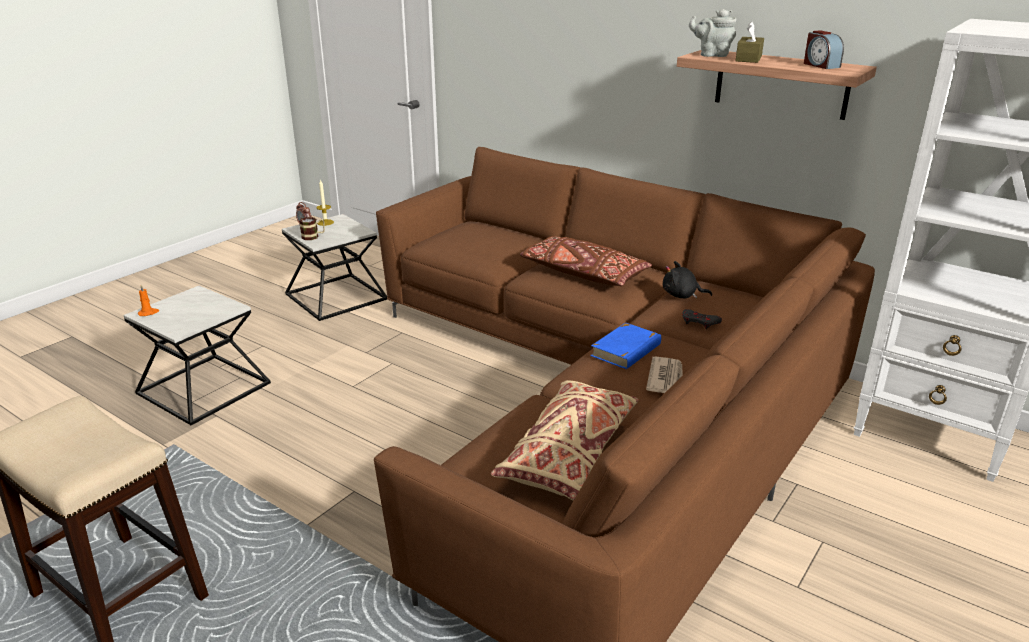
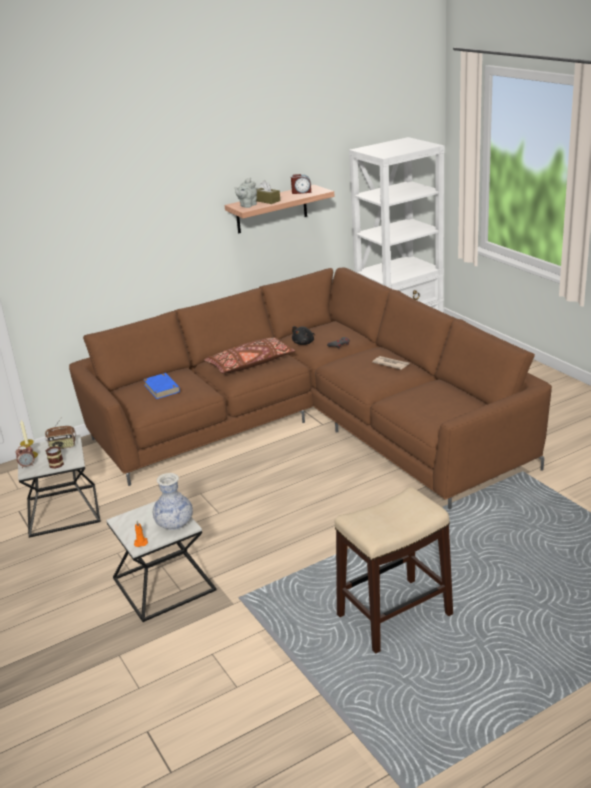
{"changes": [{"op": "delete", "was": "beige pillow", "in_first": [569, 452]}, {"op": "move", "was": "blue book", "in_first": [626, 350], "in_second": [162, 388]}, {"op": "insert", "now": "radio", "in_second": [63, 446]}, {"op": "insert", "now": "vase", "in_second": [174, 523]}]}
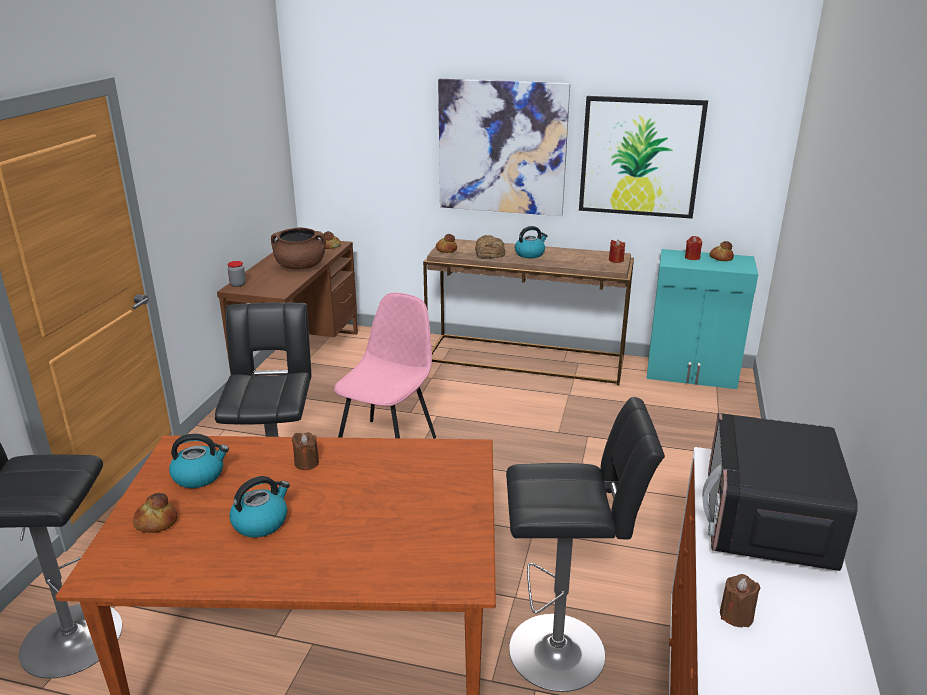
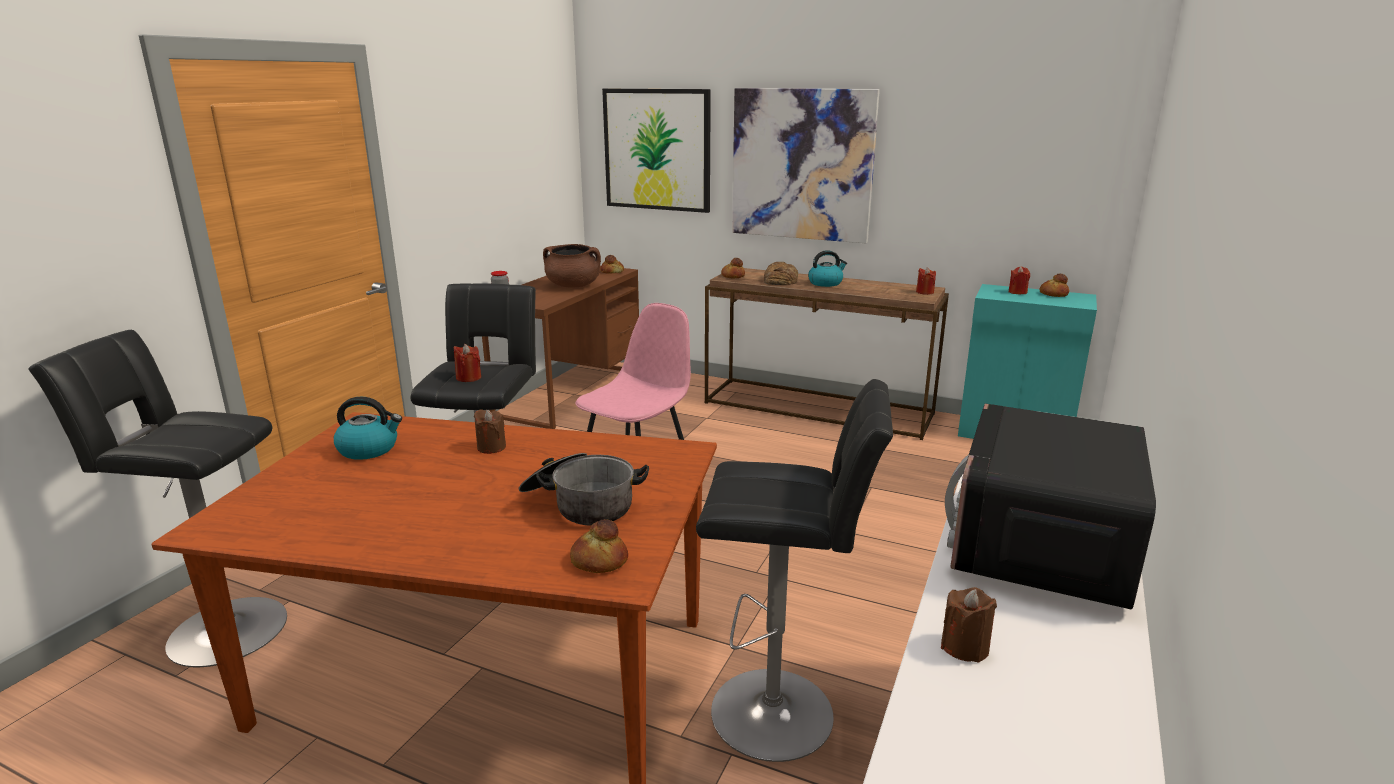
{"changes": [{"op": "move", "was": "bread", "in_first": [155, 522], "in_second": [598, 561]}, {"op": "delete", "was": "kettle", "in_first": [261, 522]}, {"op": "move", "was": "picture", "in_first": [640, 157], "in_second": [657, 150]}, {"op": "insert", "now": "red candle", "in_second": [468, 378]}, {"op": "insert", "now": "cooking pot", "in_second": [580, 505]}]}
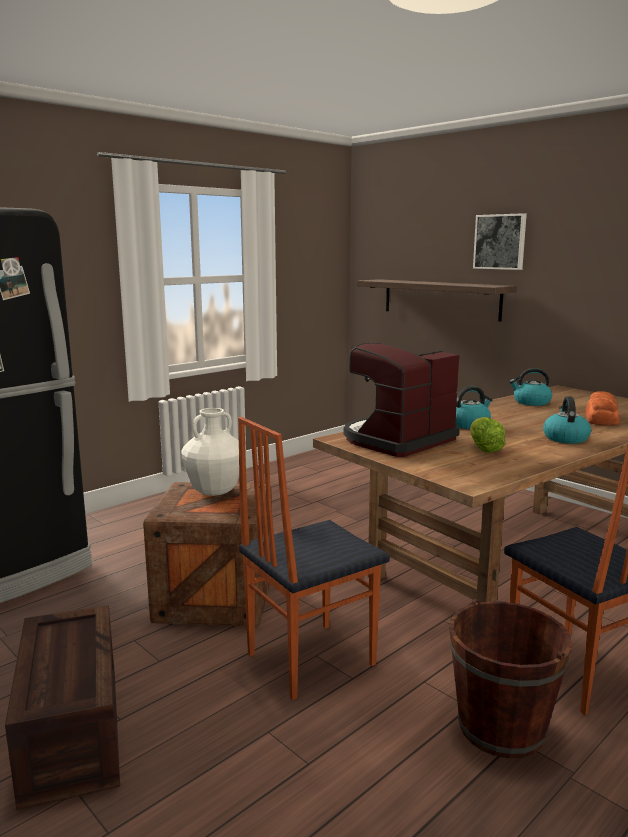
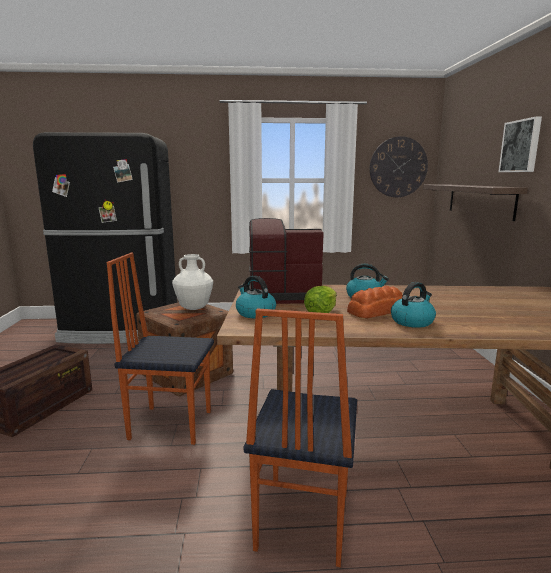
{"changes": [{"op": "delete", "was": "brown bucket", "in_first": [501, 728]}, {"op": "move", "was": "kettle", "in_first": [531, 402], "in_second": [255, 313]}, {"op": "move", "was": "bread", "in_first": [601, 418], "in_second": [377, 311]}, {"op": "insert", "now": "wall clock", "in_second": [398, 167]}]}
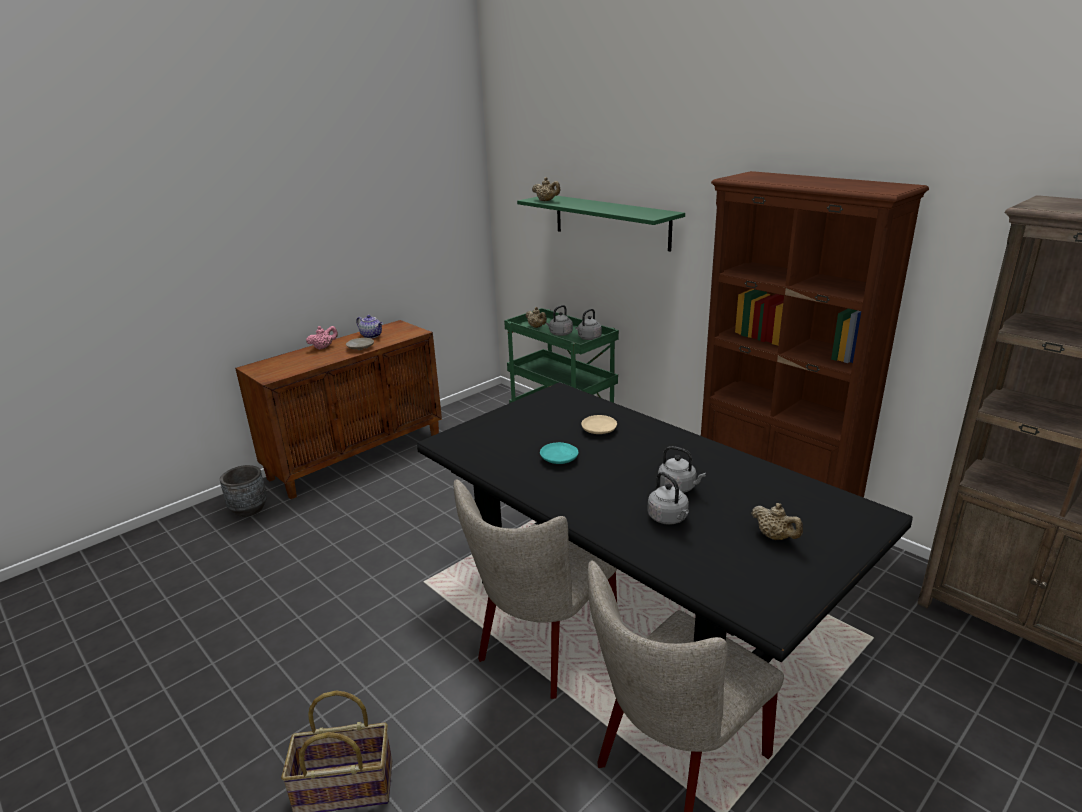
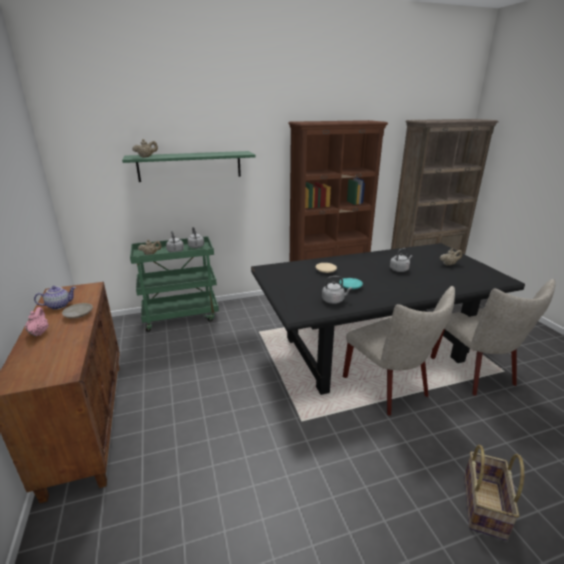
{"changes": [{"op": "delete", "was": "grey planter", "in_first": [249, 509]}, {"op": "move", "was": "grey kettle", "in_first": [669, 518], "in_second": [334, 300]}]}
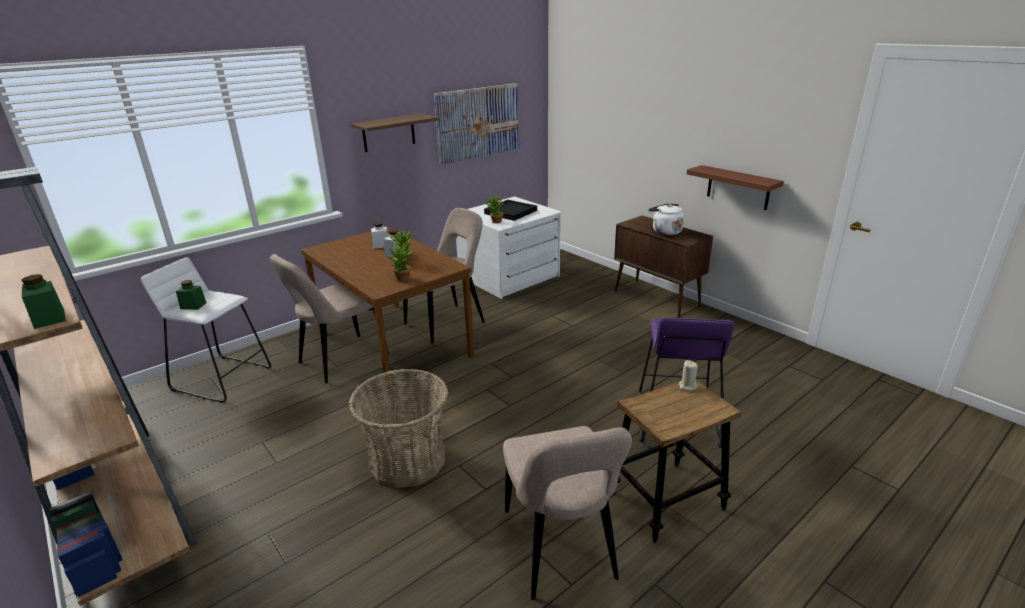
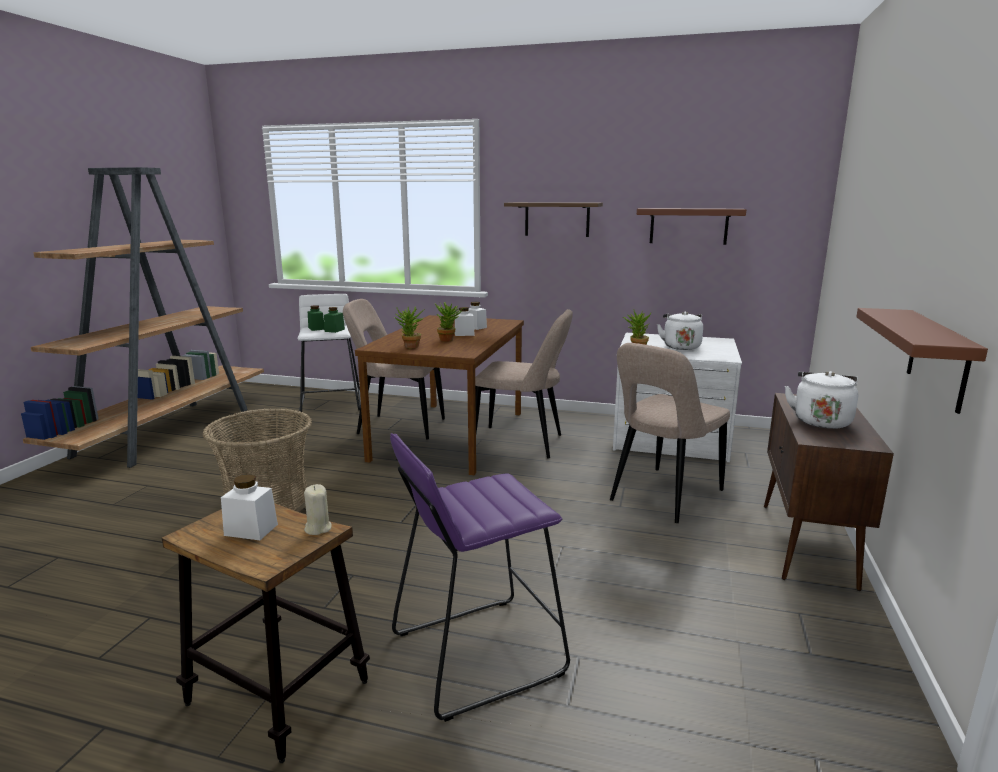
{"changes": [{"op": "move", "was": "green jar", "in_first": [49, 318], "in_second": [334, 330]}, {"op": "replace", "was": "picture", "now": "brown shelf", "in_first": [478, 122], "in_second": [688, 226]}, {"op": "replace", "was": "black tray", "now": "white kettle", "in_first": [510, 212], "in_second": [680, 346]}, {"op": "move", "was": "beige chair", "in_first": [560, 549], "in_second": [663, 497]}, {"op": "insert", "now": "white jar", "in_second": [251, 530]}]}
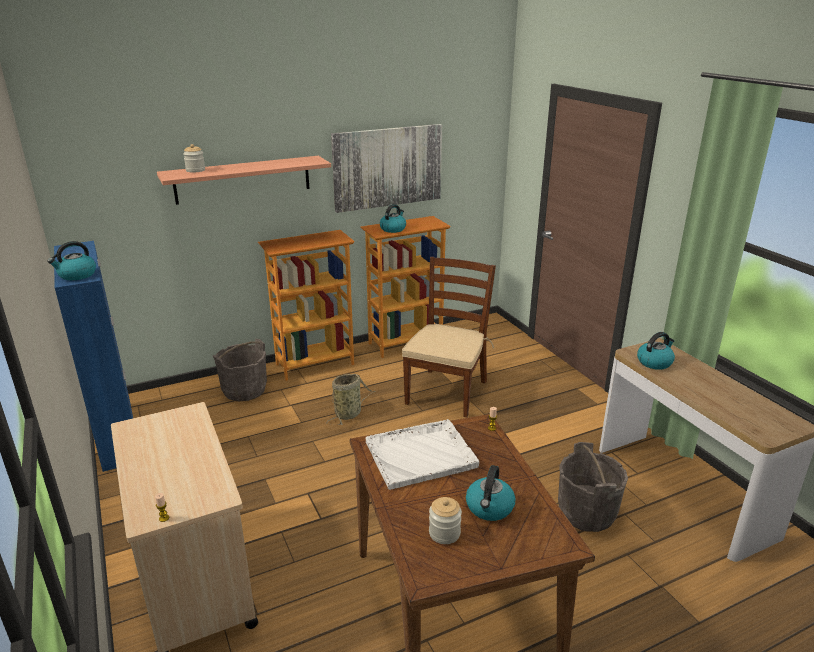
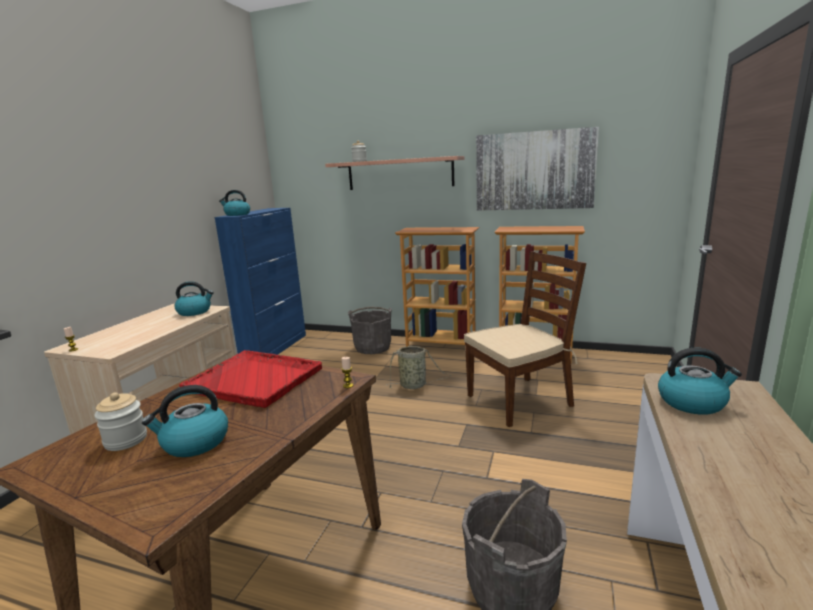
{"changes": [{"op": "recolor", "was": "white tray", "now": "red tray", "in_first": [422, 455], "in_second": [255, 380]}, {"op": "move", "was": "kettle", "in_first": [393, 229], "in_second": [195, 312]}]}
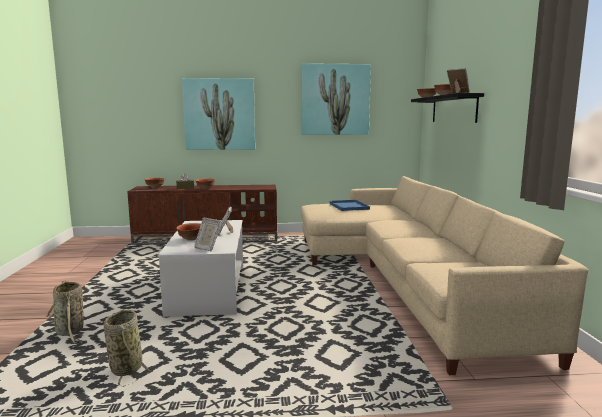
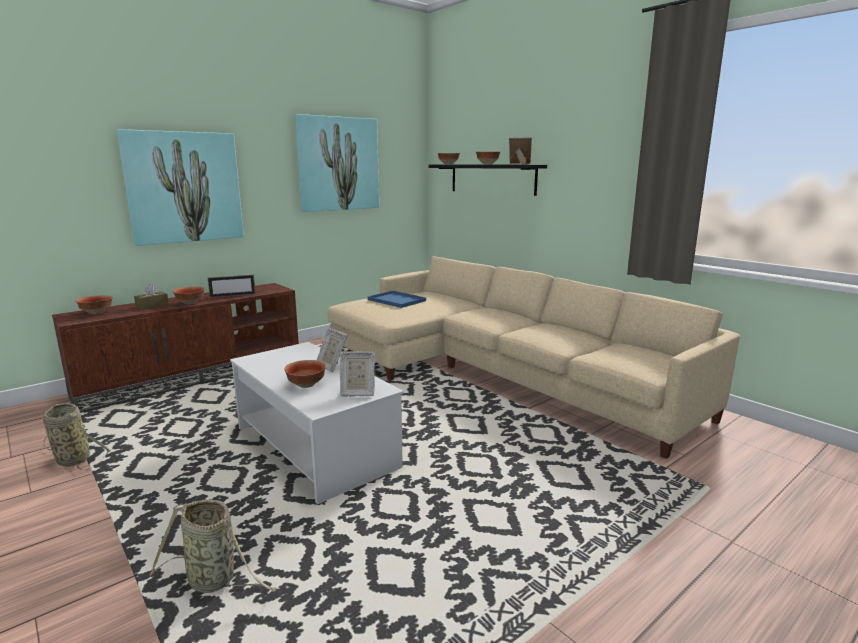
{"changes": [{"op": "move", "was": "basket", "in_first": [126, 367], "in_second": [72, 459]}, {"op": "insert", "now": "picture frame", "in_second": [233, 295]}]}
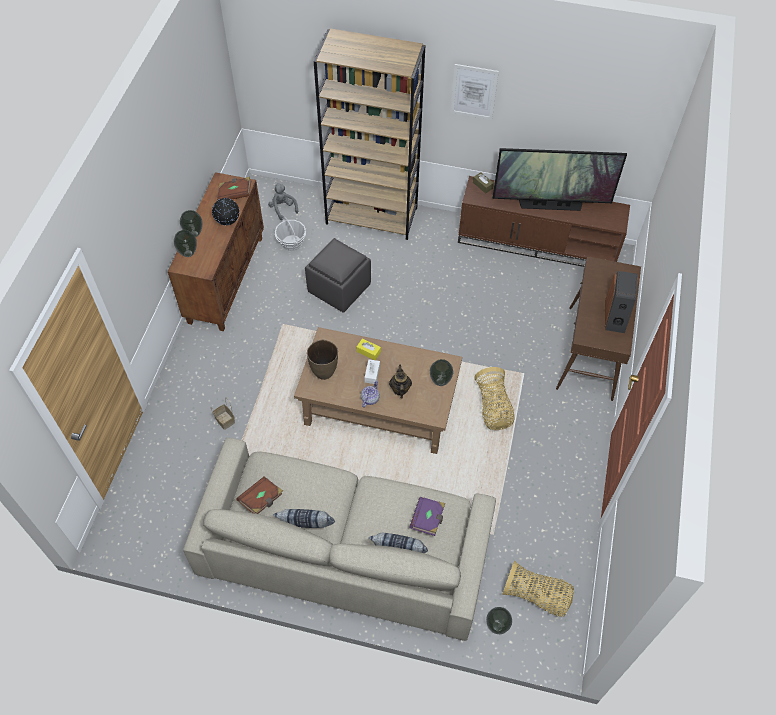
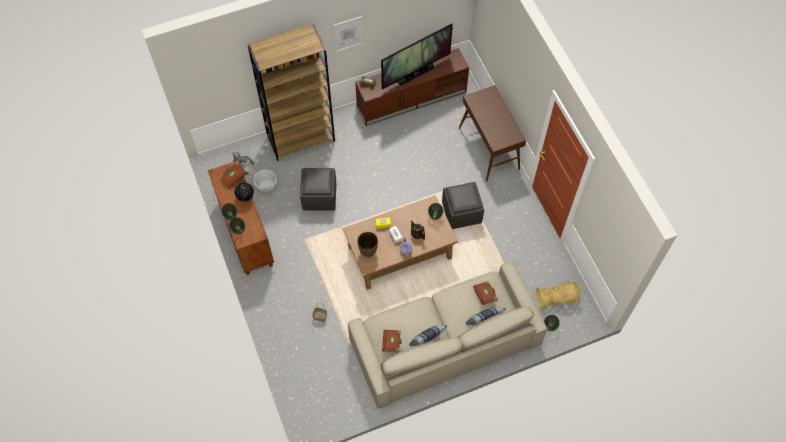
{"changes": [{"op": "recolor", "was": "purple book", "now": "brown book", "in_first": [428, 519], "in_second": [485, 295]}, {"op": "replace", "was": "basket", "now": "grey ottoman", "in_first": [493, 407], "in_second": [461, 213]}, {"op": "delete", "was": "speaker", "in_first": [616, 316]}]}
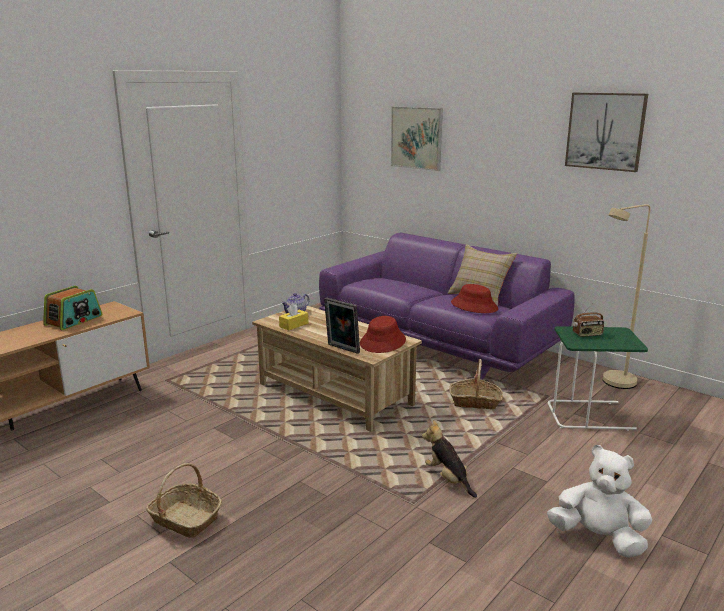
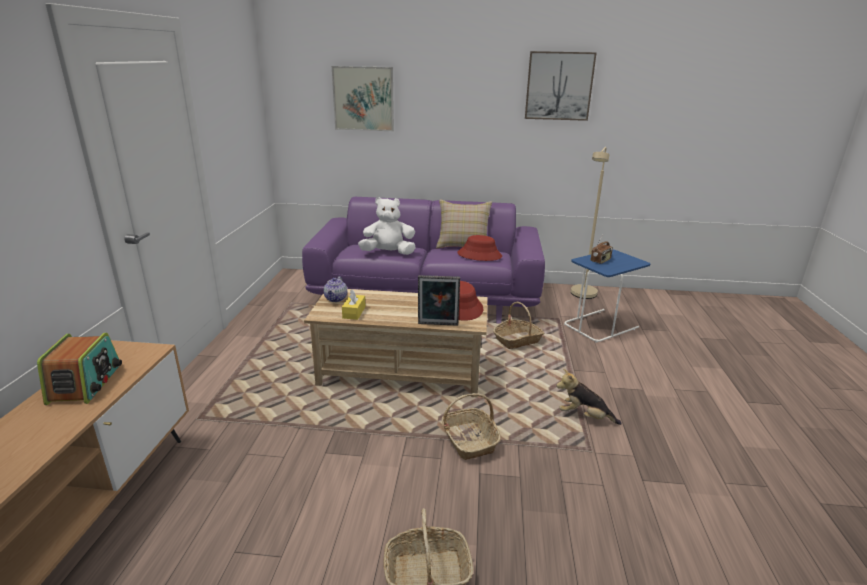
{"changes": [{"op": "move", "was": "white plush toy", "in_first": [598, 538], "in_second": [388, 253]}, {"op": "recolor", "was": "green side table", "now": "blue side table", "in_first": [590, 415], "in_second": [600, 325]}, {"op": "insert", "now": "basket", "in_second": [469, 440]}]}
